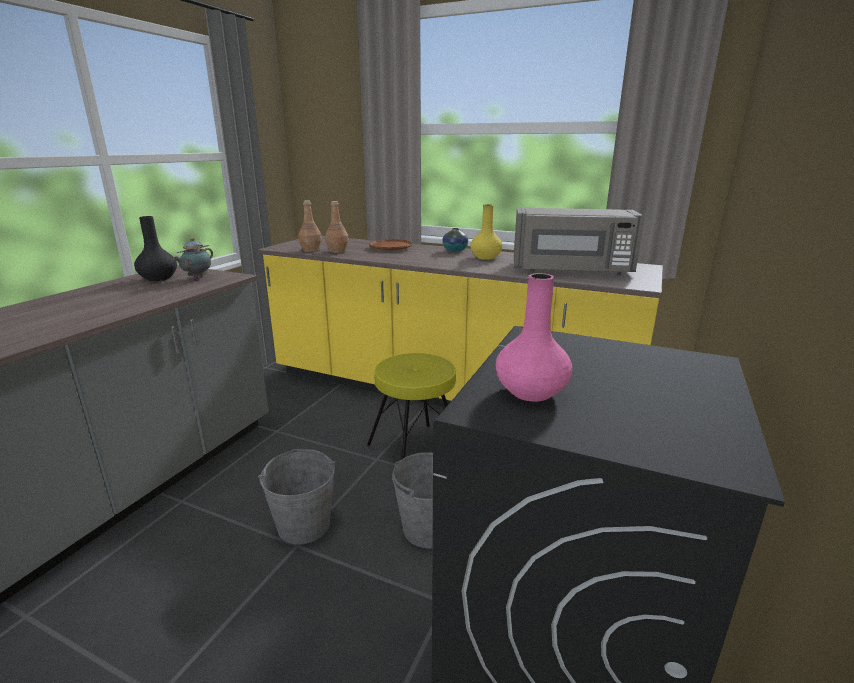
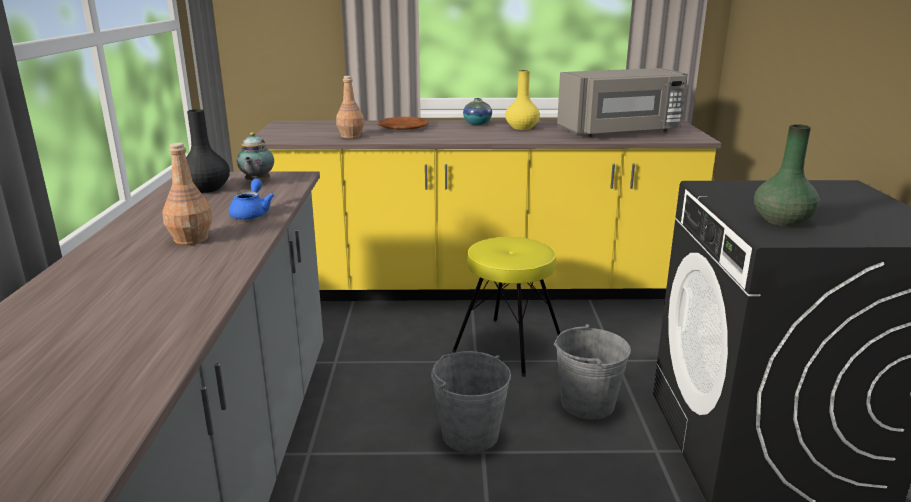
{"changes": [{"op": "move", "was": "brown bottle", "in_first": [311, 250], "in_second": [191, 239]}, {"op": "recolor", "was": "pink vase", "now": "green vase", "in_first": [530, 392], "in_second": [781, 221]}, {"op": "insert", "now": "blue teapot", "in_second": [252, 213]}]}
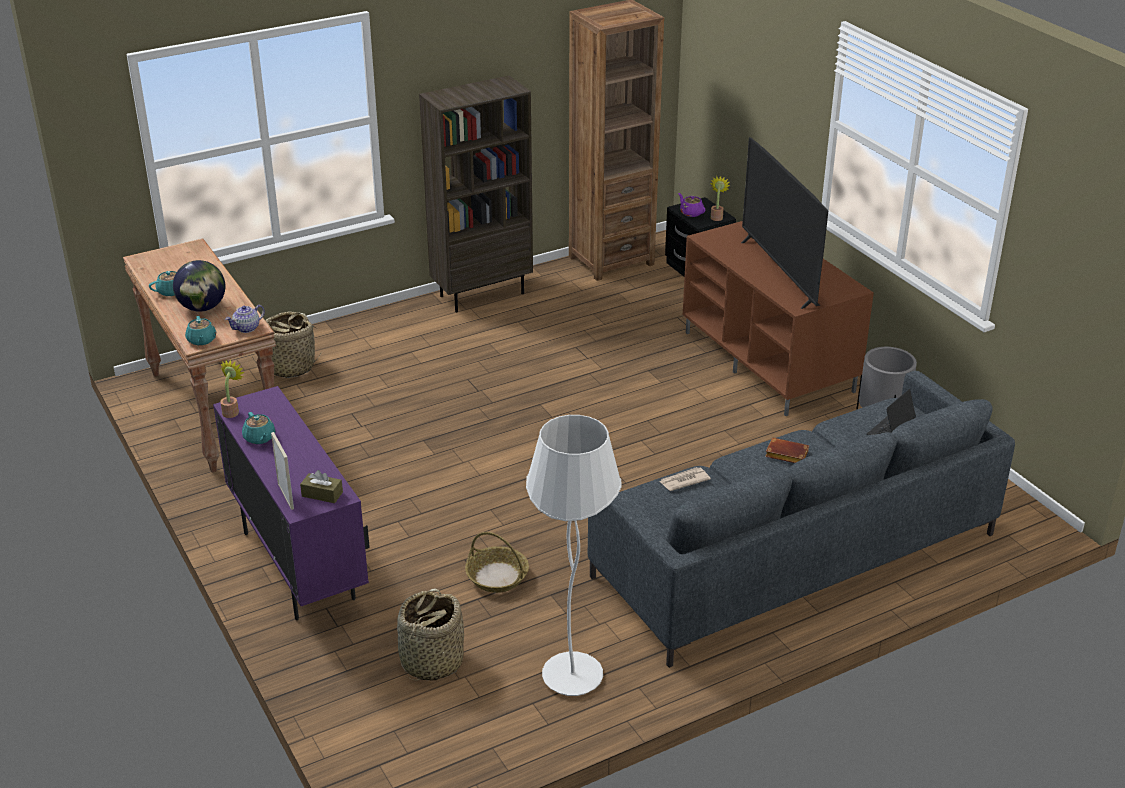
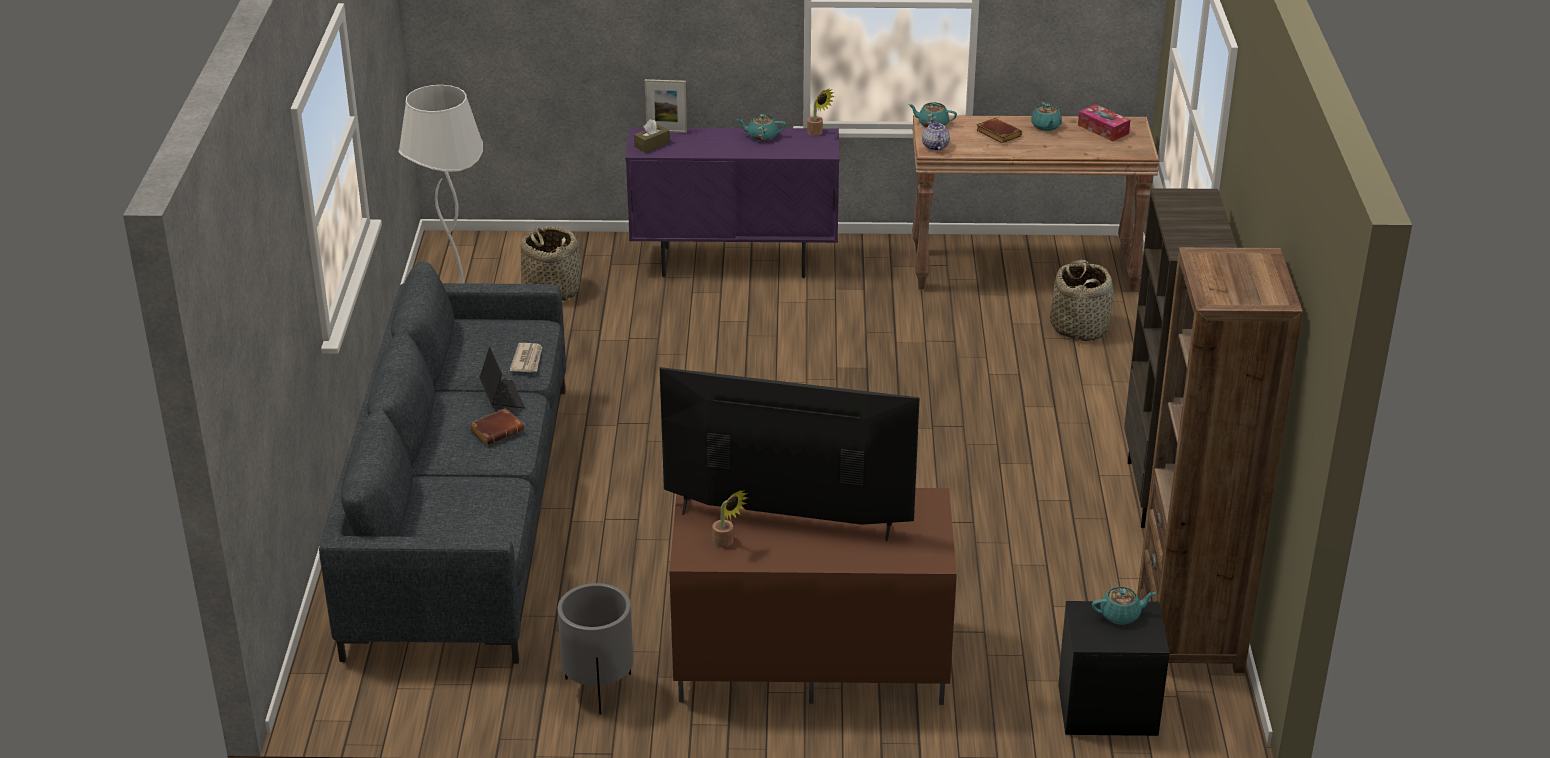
{"changes": [{"op": "replace", "was": "globe", "now": "brown book", "in_first": [202, 308], "in_second": [996, 134]}, {"op": "delete", "was": "basket", "in_first": [496, 577]}, {"op": "recolor", "was": "purple teapot", "now": "turquoise teapot", "in_first": [691, 213], "in_second": [1121, 615]}, {"op": "move", "was": "potted plant", "in_first": [717, 217], "in_second": [726, 542]}, {"op": "move", "was": "laptop", "in_first": [890, 430], "in_second": [502, 397]}, {"op": "insert", "now": "tissue box", "in_second": [1103, 129]}]}
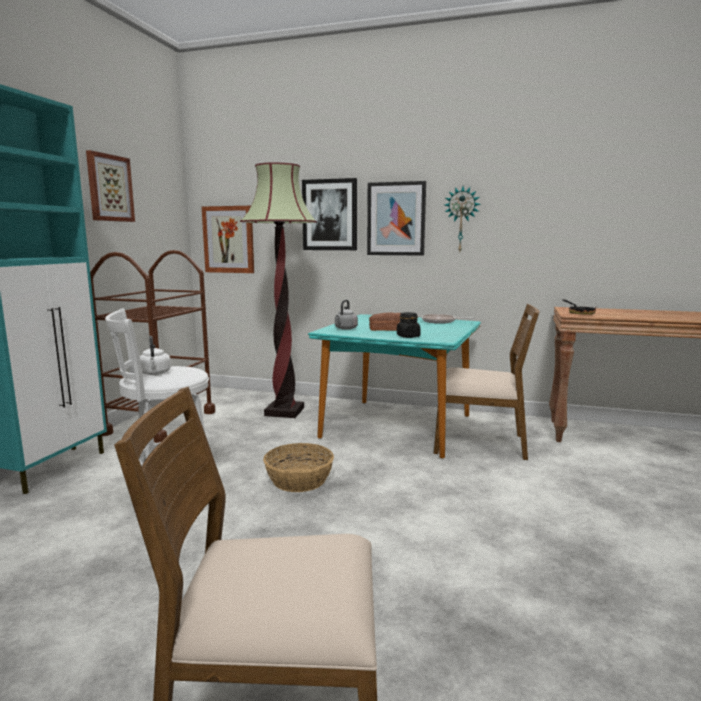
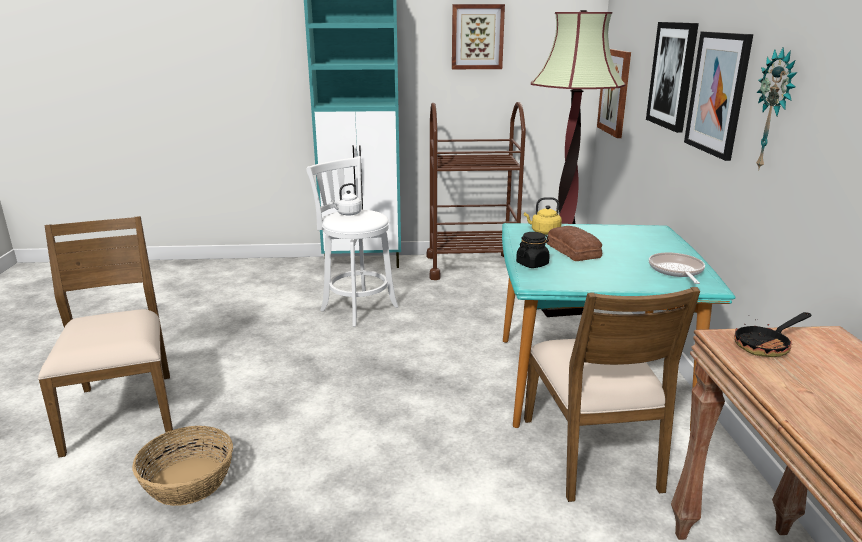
{"changes": [{"op": "move", "was": "basket", "in_first": [299, 480], "in_second": [188, 481]}, {"op": "recolor", "was": "grey kettle", "now": "yellow kettle", "in_first": [345, 328], "in_second": [543, 232]}]}
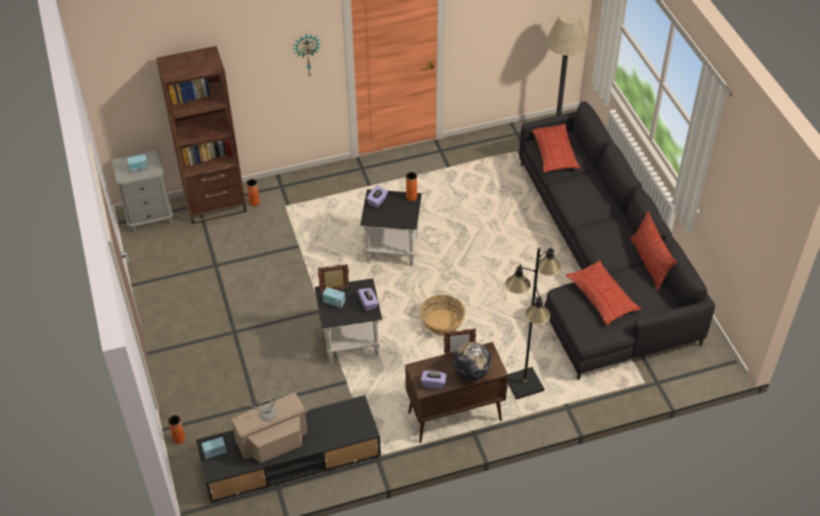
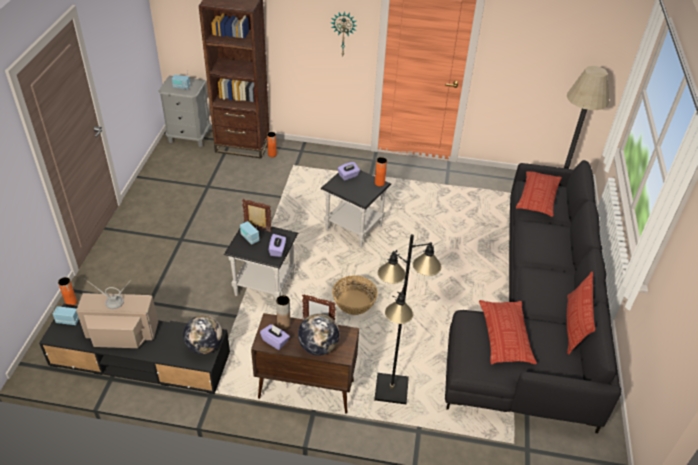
{"changes": [{"op": "insert", "now": "globe", "in_second": [204, 346]}, {"op": "insert", "now": "brown vase", "in_second": [283, 324]}]}
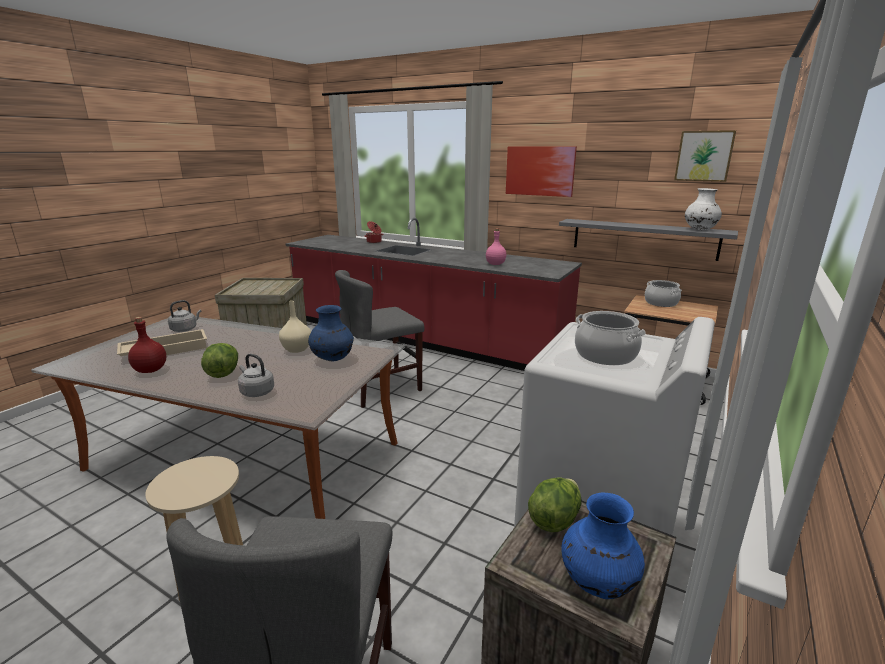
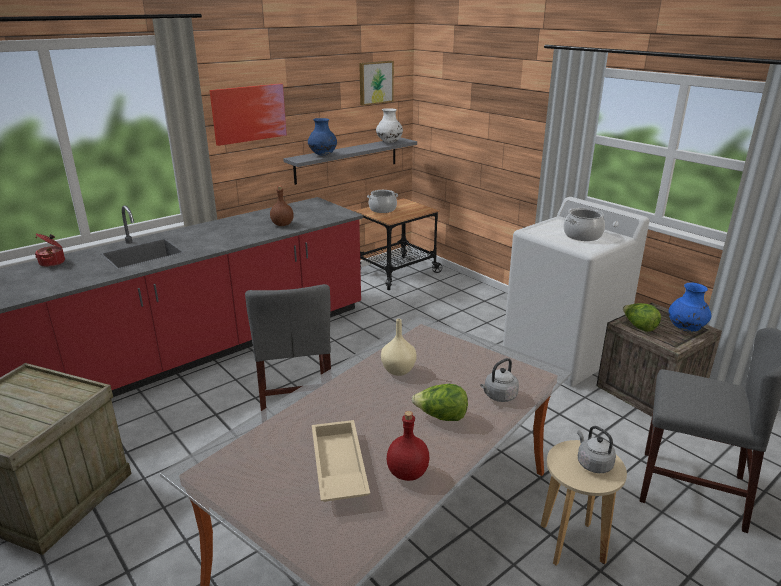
{"changes": [{"op": "move", "was": "grey kettle", "in_first": [185, 329], "in_second": [593, 463]}, {"op": "move", "was": "blue vase", "in_first": [332, 359], "in_second": [323, 155]}, {"op": "recolor", "was": "pink bottle", "now": "brown bottle", "in_first": [495, 264], "in_second": [283, 224]}]}
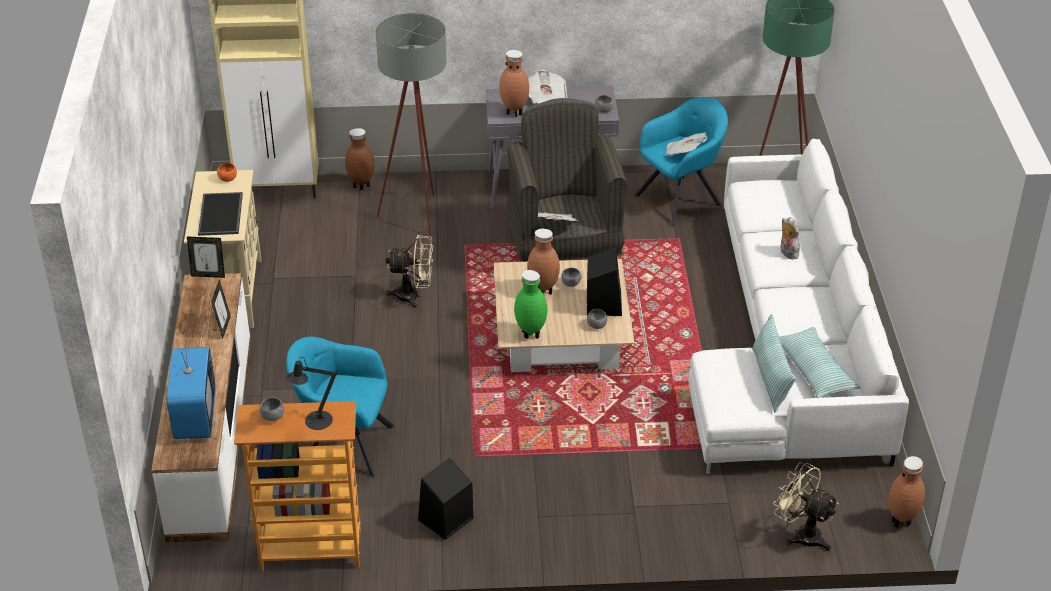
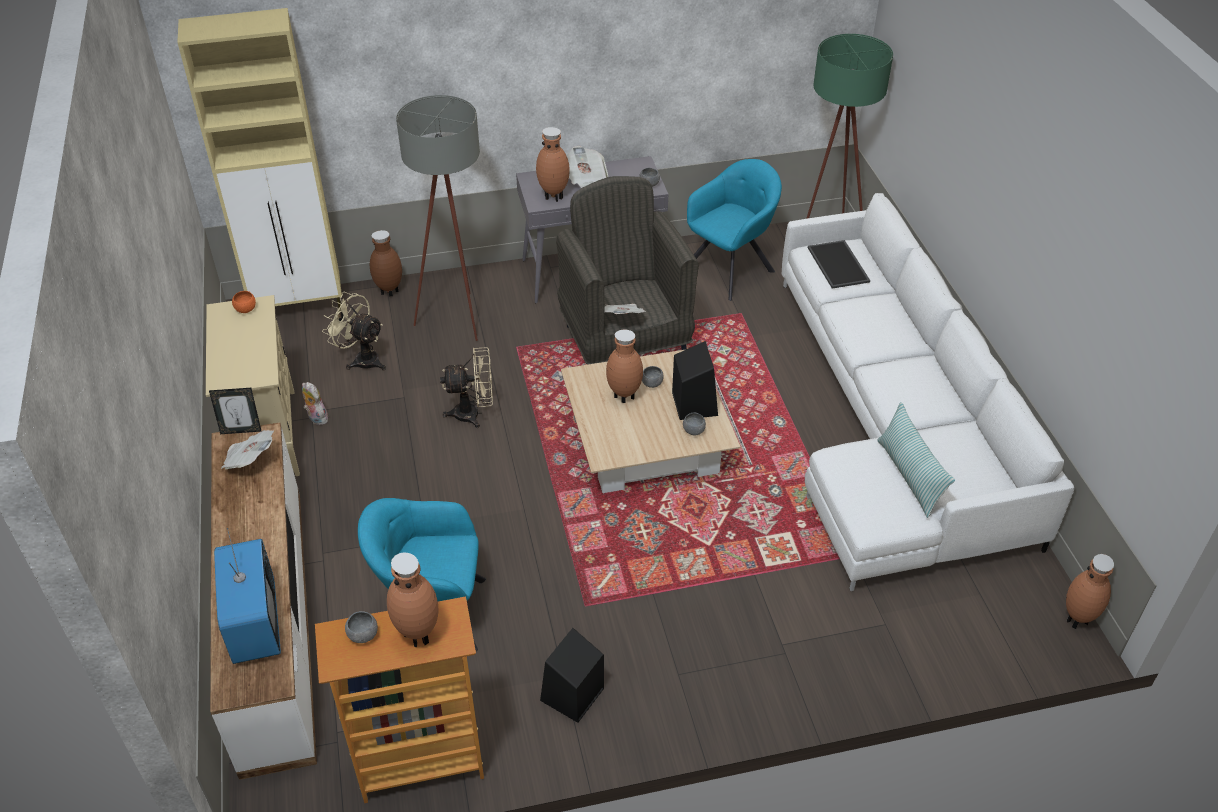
{"changes": [{"op": "move", "was": "tray", "in_first": [221, 214], "in_second": [839, 265]}, {"op": "delete", "was": "picture frame", "in_first": [223, 327]}, {"op": "replace", "was": "black table lamp", "now": "brown vase", "in_first": [314, 422], "in_second": [419, 635]}, {"op": "delete", "was": "green vase", "in_first": [530, 335]}, {"op": "move", "was": "newspaper", "in_first": [684, 153], "in_second": [250, 460]}, {"op": "move", "was": "beige fan", "in_first": [802, 534], "in_second": [362, 359]}, {"op": "delete", "was": "pillow", "in_first": [814, 370]}, {"op": "move", "was": "plush toy", "in_first": [787, 253], "in_second": [316, 418]}]}
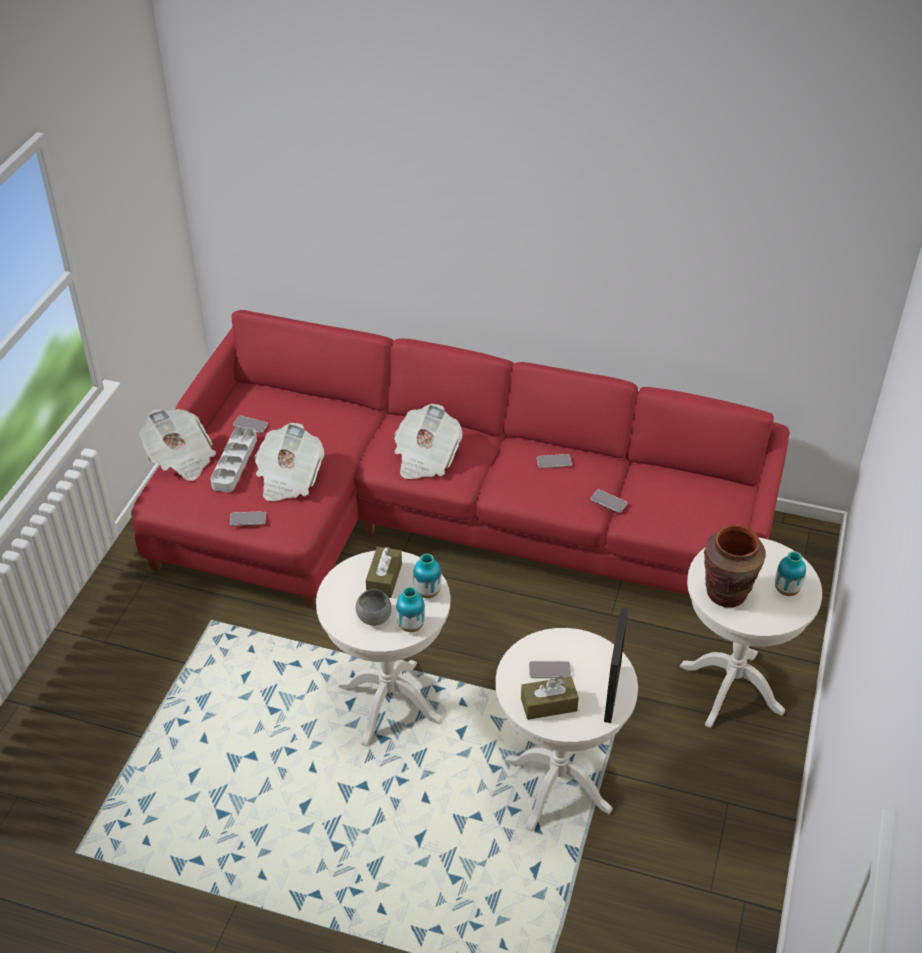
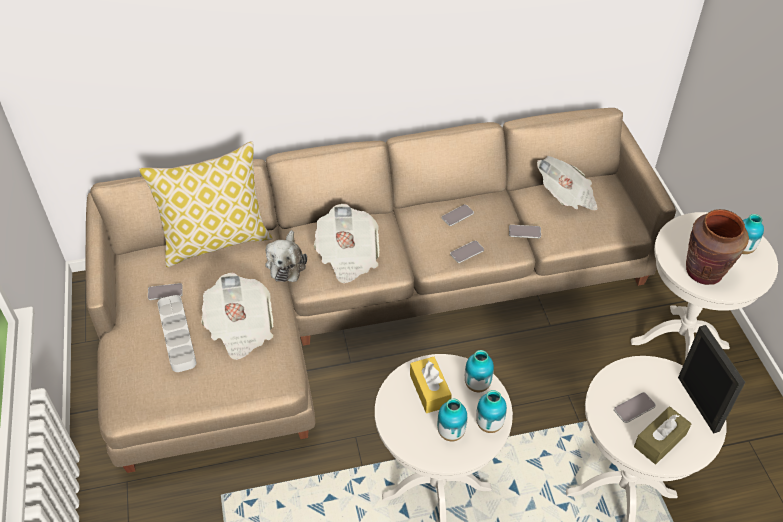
{"changes": [{"op": "recolor", "was": "red sofa", "now": "beige sofa", "in_first": [437, 517], "in_second": [354, 303]}, {"op": "move", "was": "newspaper", "in_first": [180, 458], "in_second": [566, 196]}, {"op": "move", "was": "phone", "in_first": [248, 519], "in_second": [467, 252]}, {"op": "replace", "was": "grey bowl", "now": "vase", "in_first": [374, 617], "in_second": [451, 433]}, {"op": "recolor", "was": "brown tissue box", "now": "yellow tissue box", "in_first": [384, 579], "in_second": [429, 390]}, {"op": "insert", "now": "pillow", "in_second": [216, 240]}, {"op": "insert", "now": "plush toy", "in_second": [286, 263]}]}
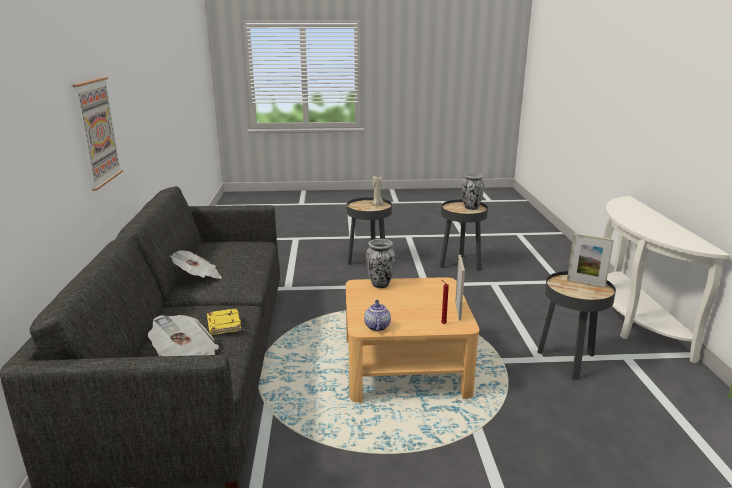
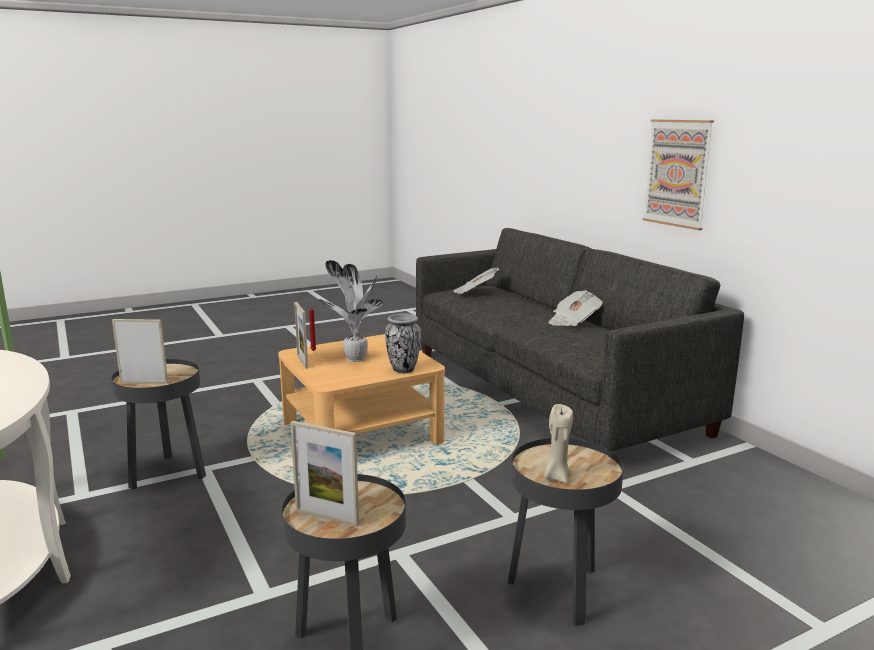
{"changes": [{"op": "delete", "was": "yellow book", "in_first": [223, 324]}, {"op": "delete", "was": "teapot", "in_first": [377, 326]}, {"op": "replace", "was": "vase", "now": "picture frame", "in_first": [471, 208], "in_second": [327, 517]}, {"op": "insert", "now": "potted plant", "in_second": [354, 359]}]}
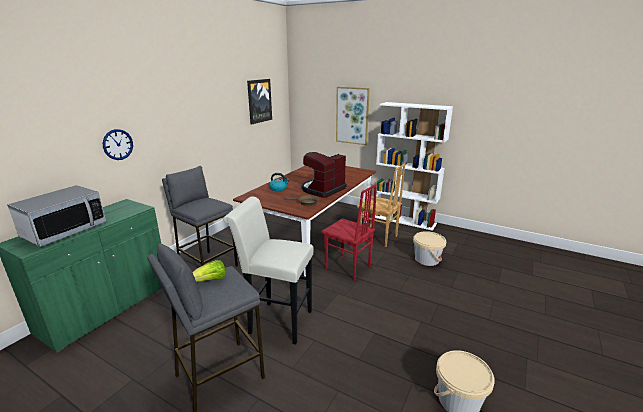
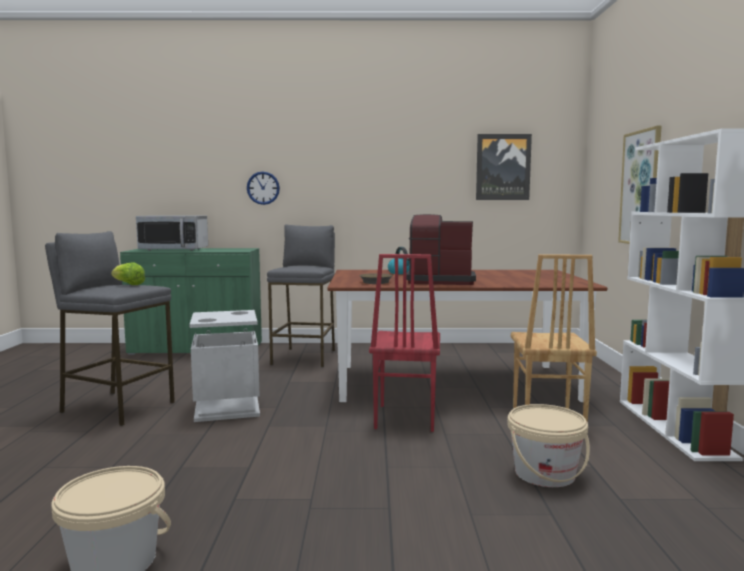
{"changes": [{"op": "replace", "was": "white stool", "now": "grey trash can", "in_first": [276, 321], "in_second": [228, 408]}]}
